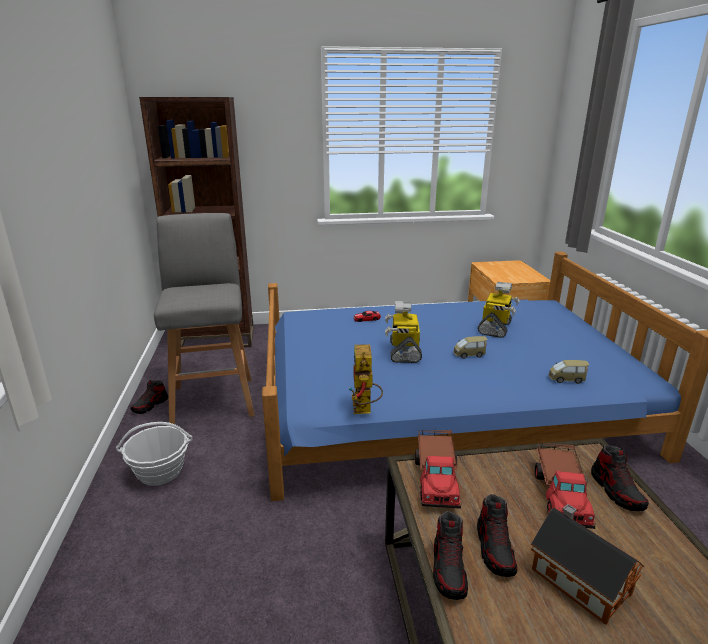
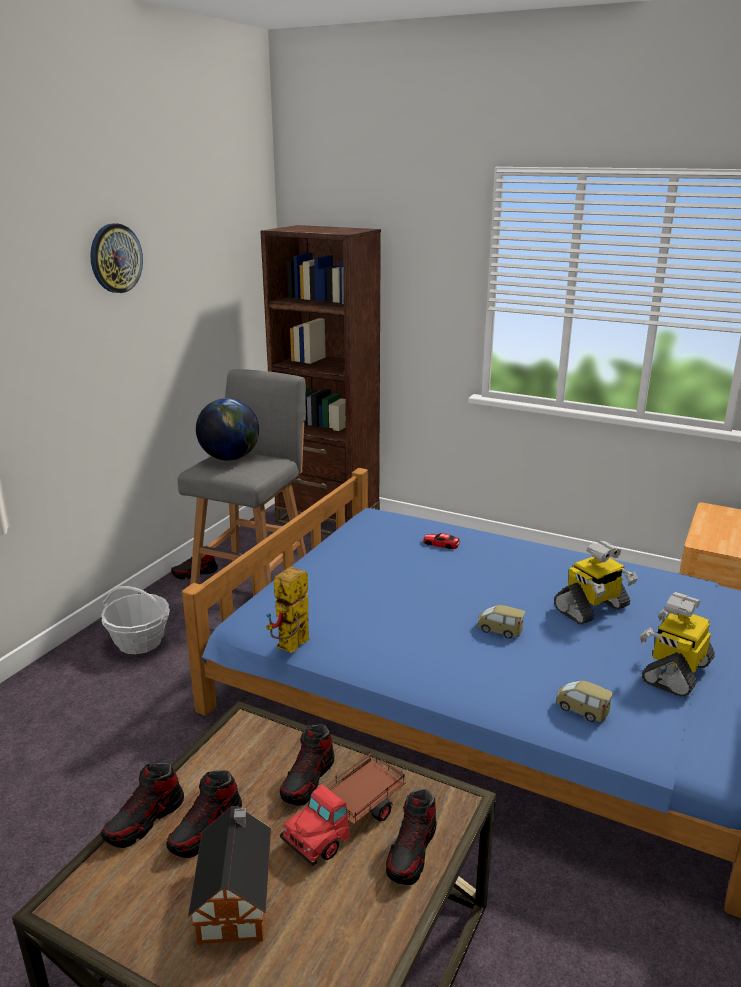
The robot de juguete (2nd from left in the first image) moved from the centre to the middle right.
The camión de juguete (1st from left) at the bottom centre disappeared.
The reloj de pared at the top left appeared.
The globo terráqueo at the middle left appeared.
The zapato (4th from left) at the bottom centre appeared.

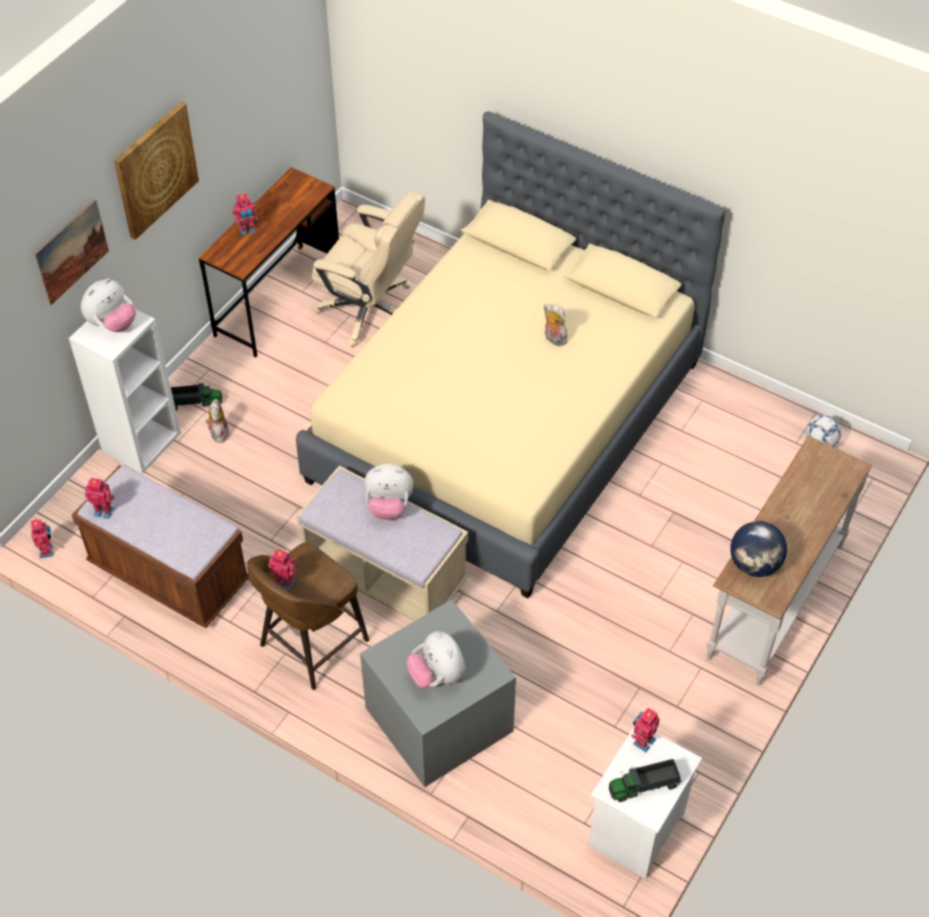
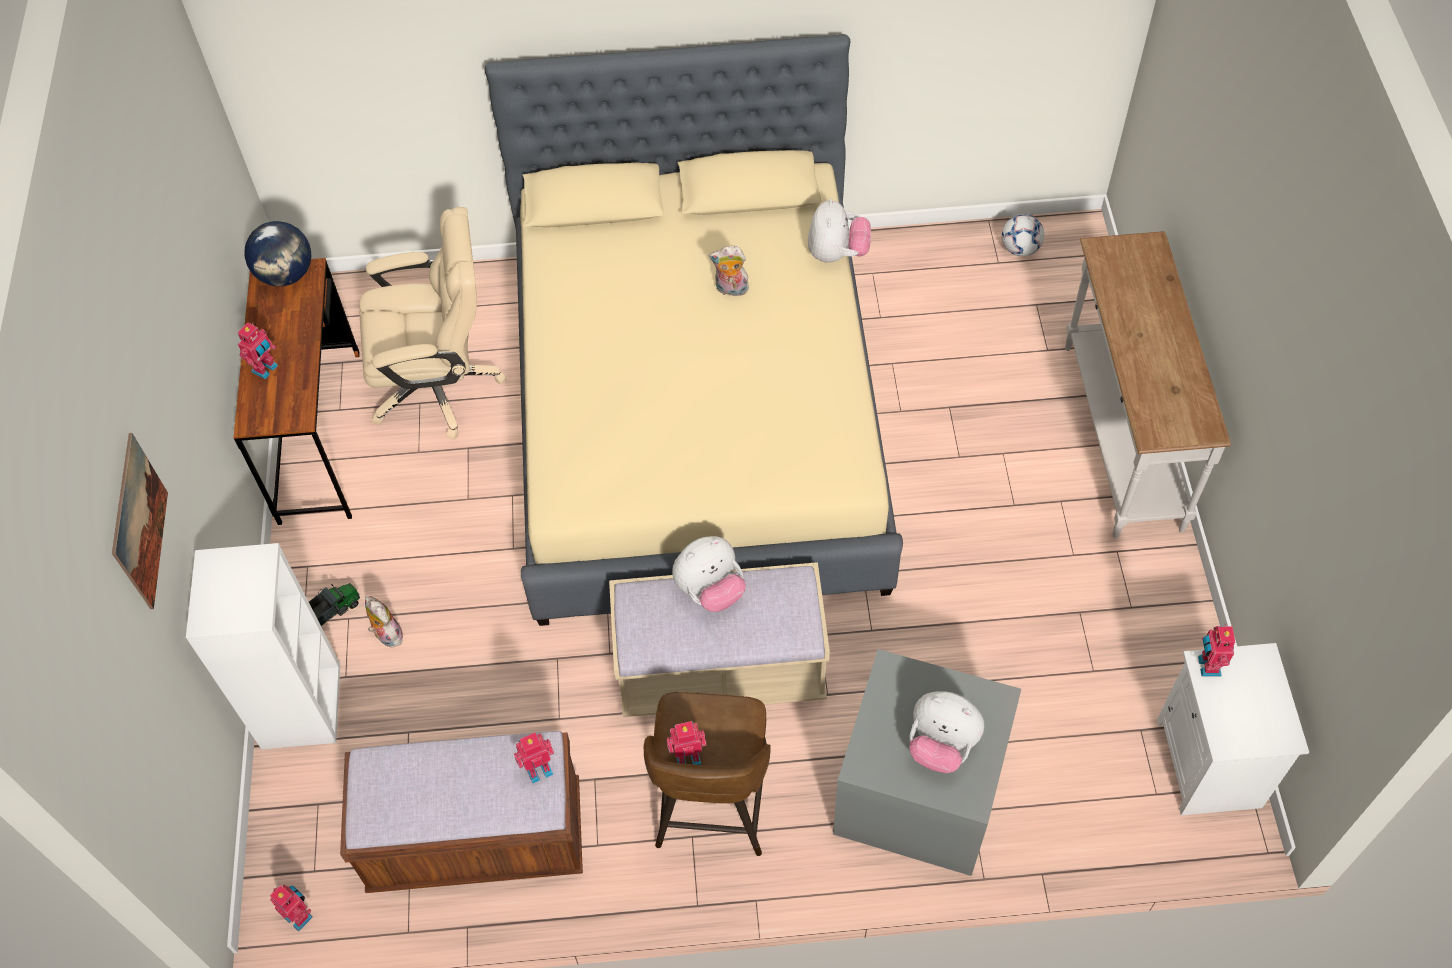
The cuadro (2nd from left) at the top left disappeared.
The peluche (1st from left in the first image) moved from the top left to the top centre.
The robot de juguete (2nd from left in the first image) moved from the middle left to the bottom centre.
The globo terráqueo moved from the middle right to the top left.
The camión de juguete (2nd from left) at the bottom right disappeared.

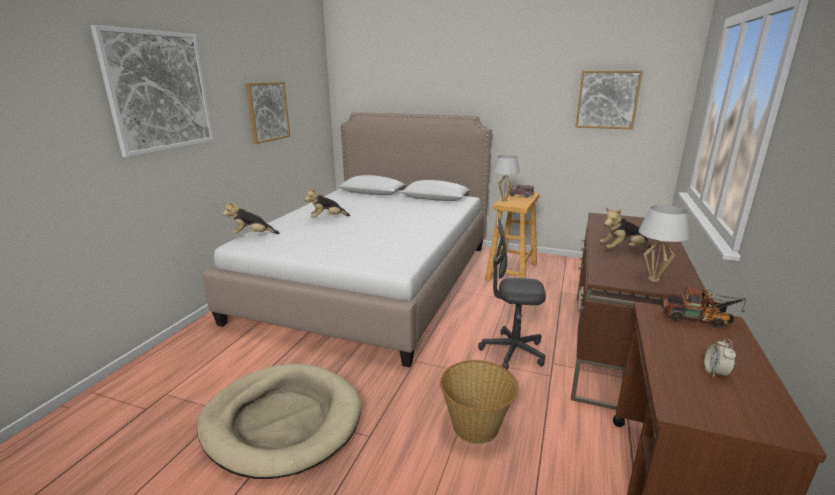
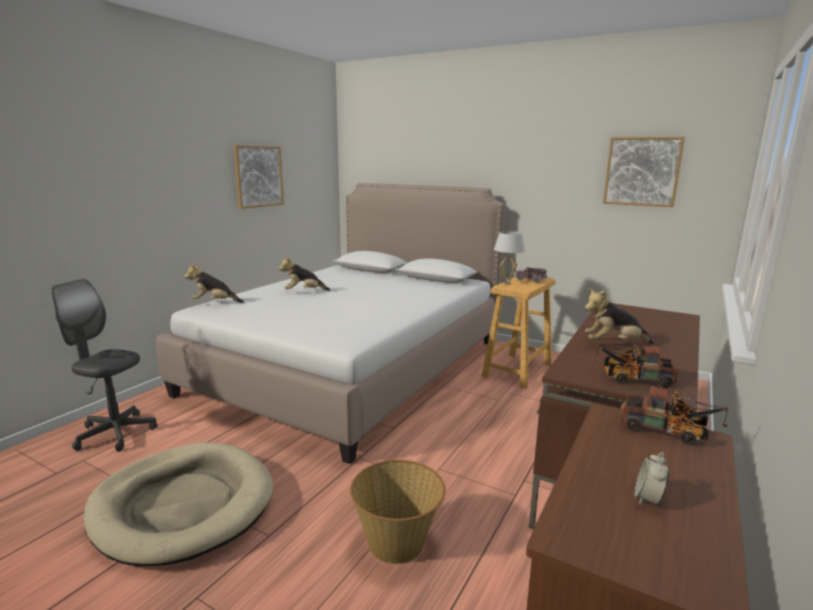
The cuadro (1st from left) at the top left disappeared.
The lámpara de mesa (blanco) (2nd from left) at the middle right was replaced by the camión de juguete (2nd from left) at the middle right.
The silla de oficina (gris) moved from the centre to the middle left.

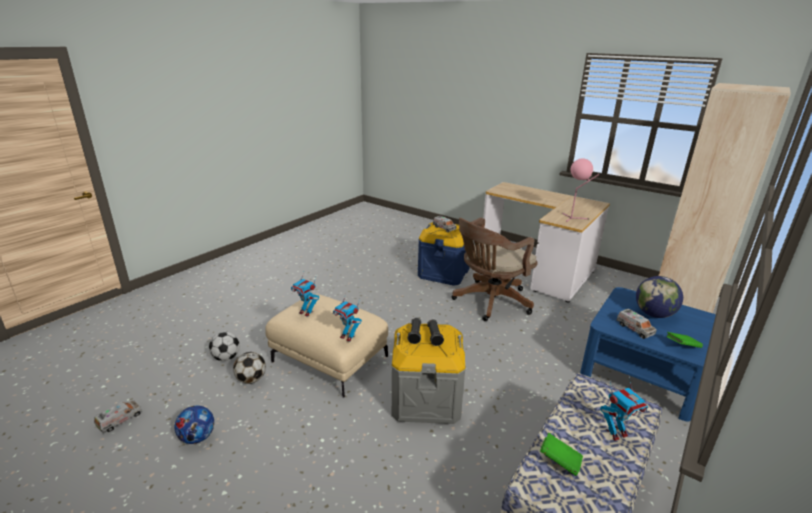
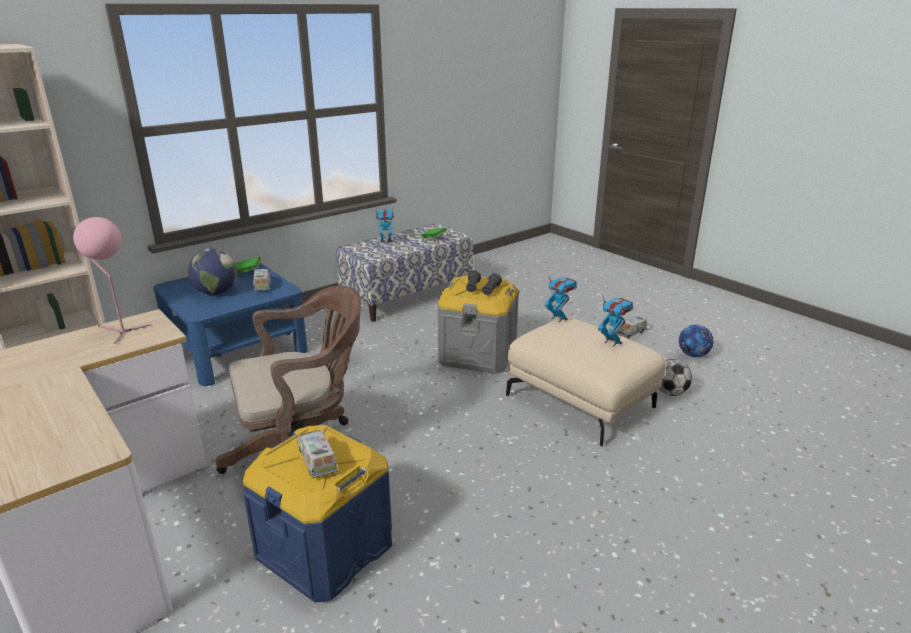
The balón de fútbol (2nd from left) at the bottom left disappeared.
The camión de juguete (1st from left in the first image) moved from the bottom left to the middle right.

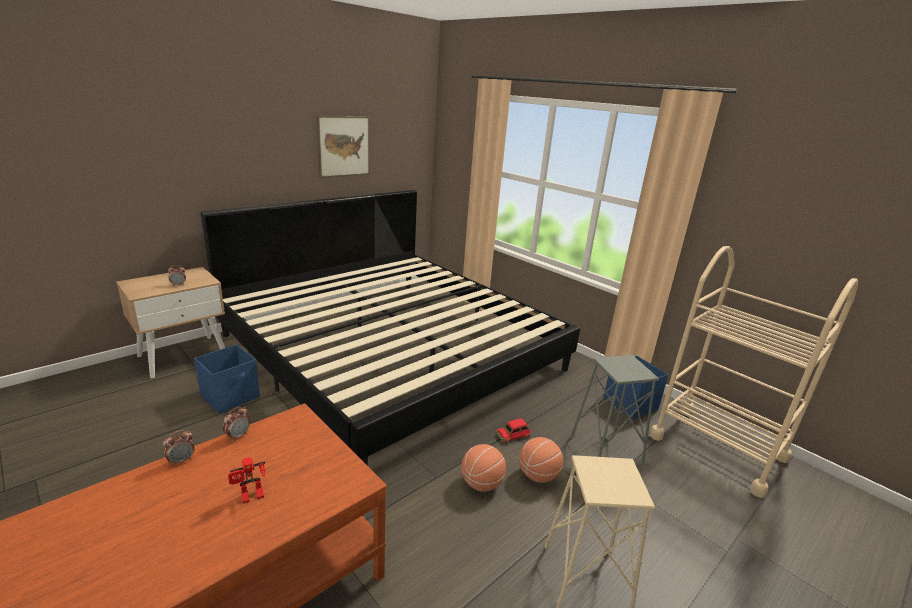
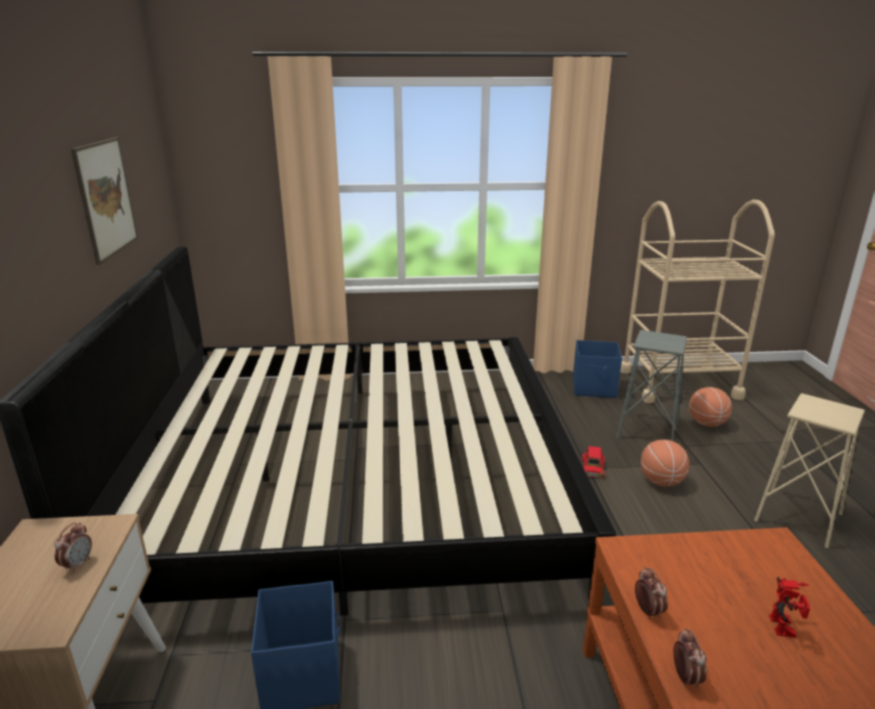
The balón de baloncesto (1st from left in the first image) moved from the bottom centre to the middle right.

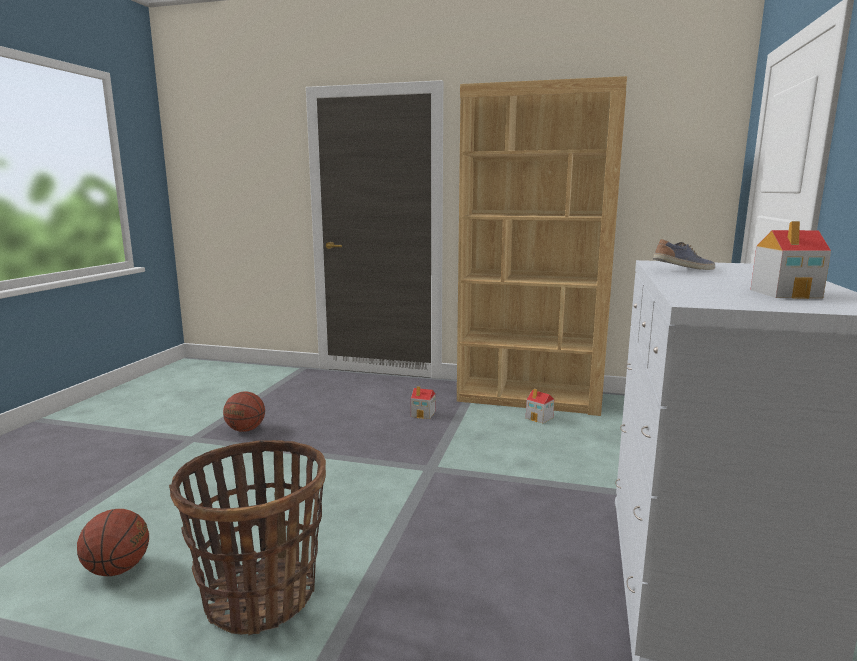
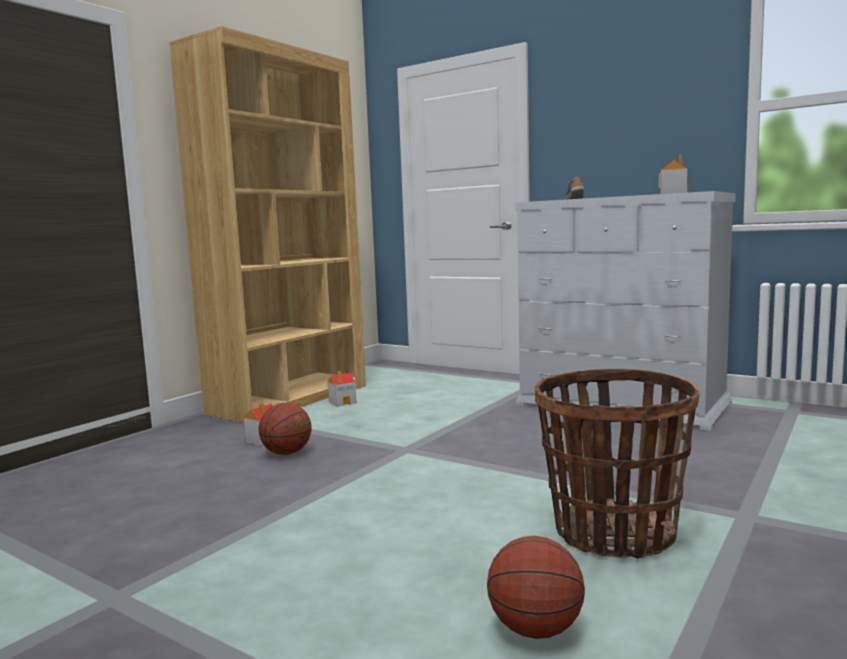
The balón de baloncesto (2nd from left in the first image) moved from the middle left to the centre.

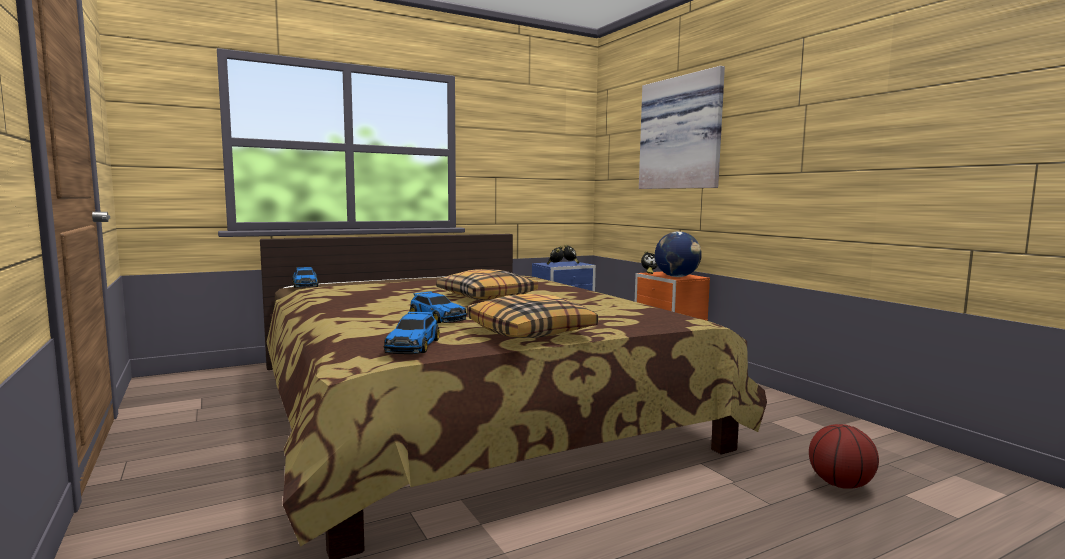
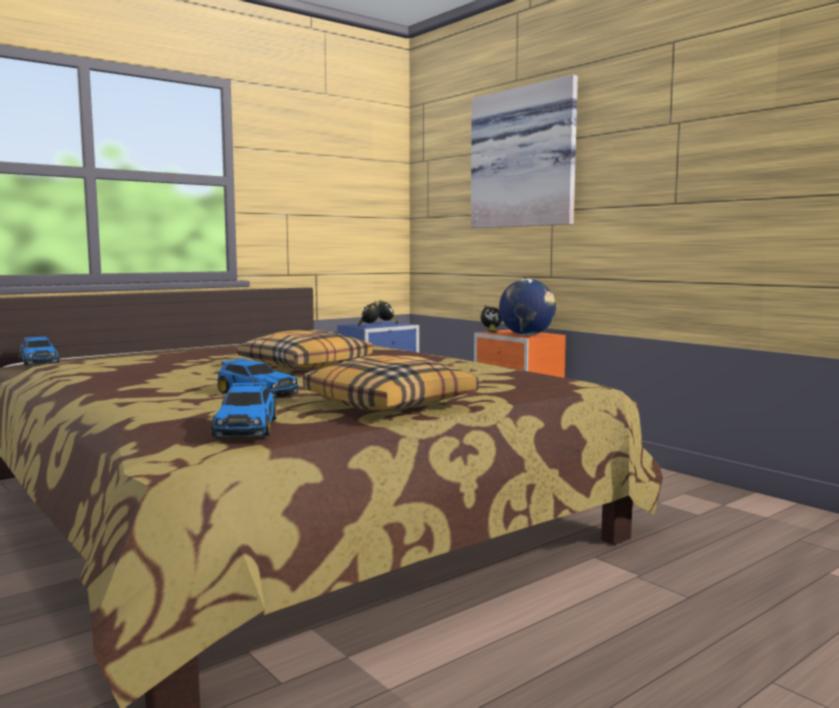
The balón de baloncesto at the bottom right disappeared.

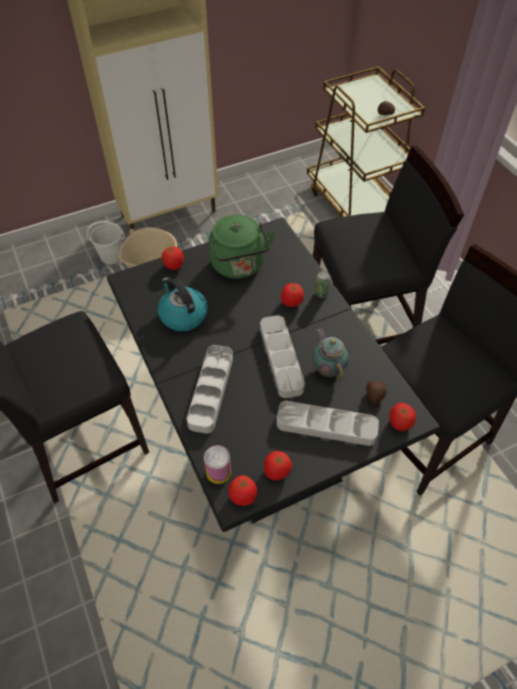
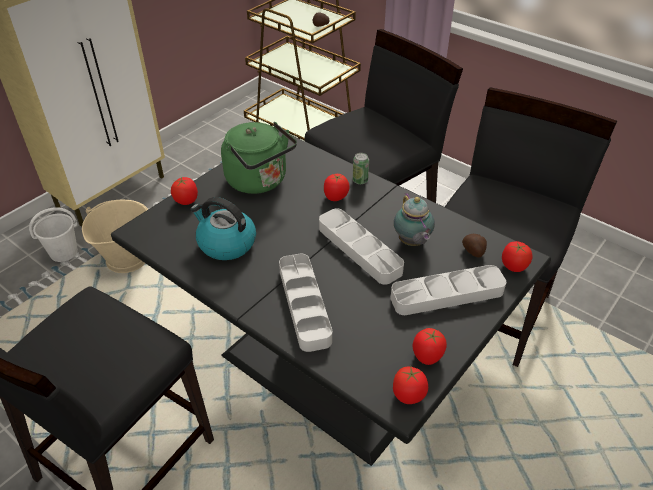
The tetera at the centre turned 150 degrees counterclockwise.
The lata (1st from left) at the bottom centre disappeared.

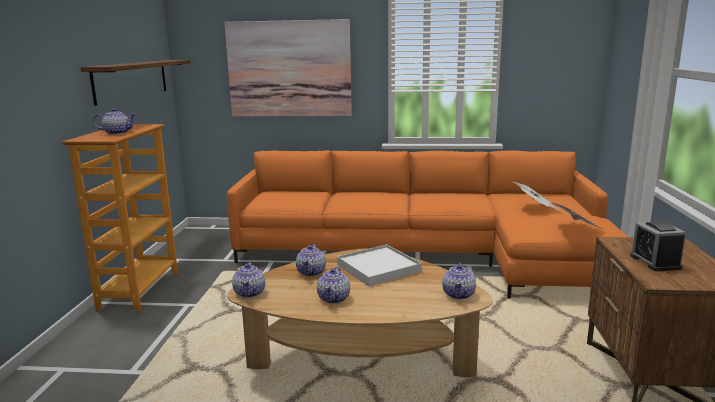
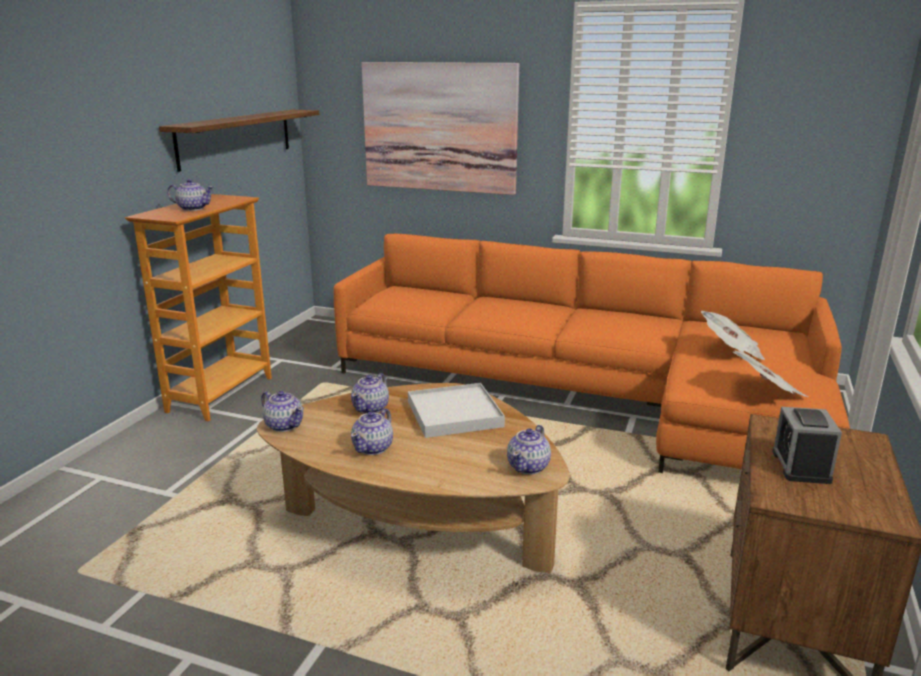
The tetera (2nd from left) at the bottom centre turned 60 degrees counterclockwise.

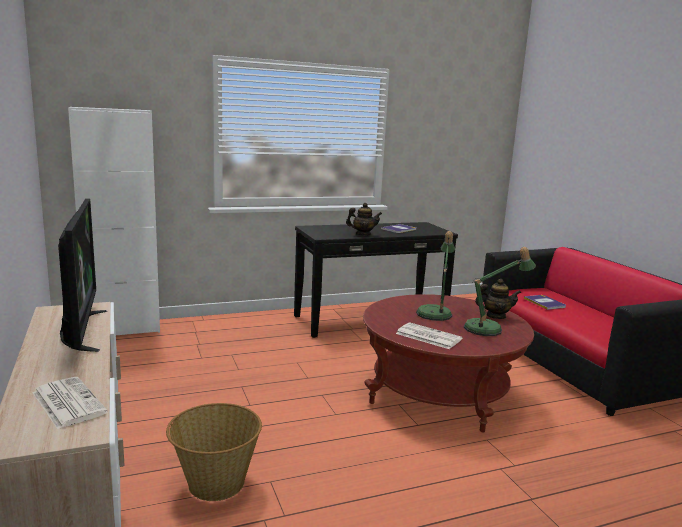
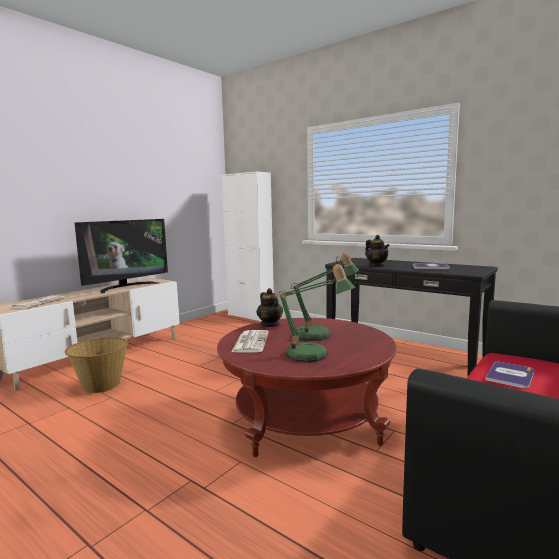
The tetera (2nd from left in the first image) moved from the middle right to the centre.

